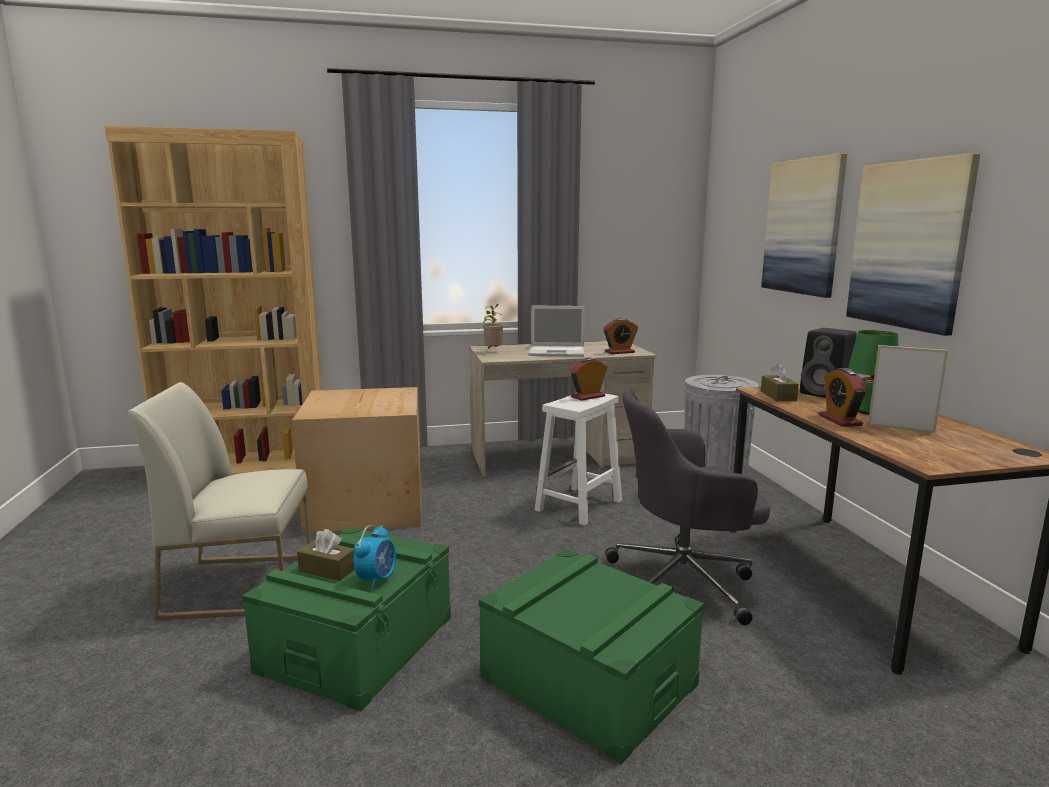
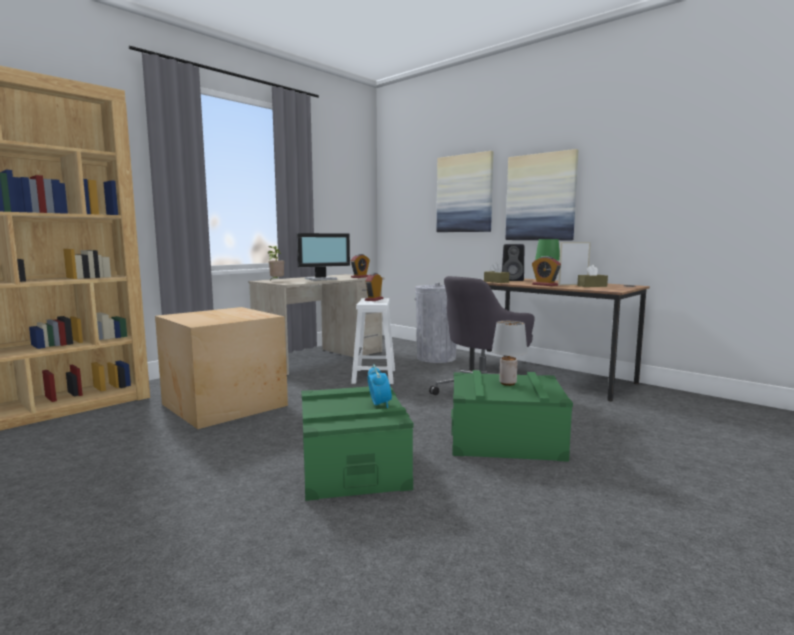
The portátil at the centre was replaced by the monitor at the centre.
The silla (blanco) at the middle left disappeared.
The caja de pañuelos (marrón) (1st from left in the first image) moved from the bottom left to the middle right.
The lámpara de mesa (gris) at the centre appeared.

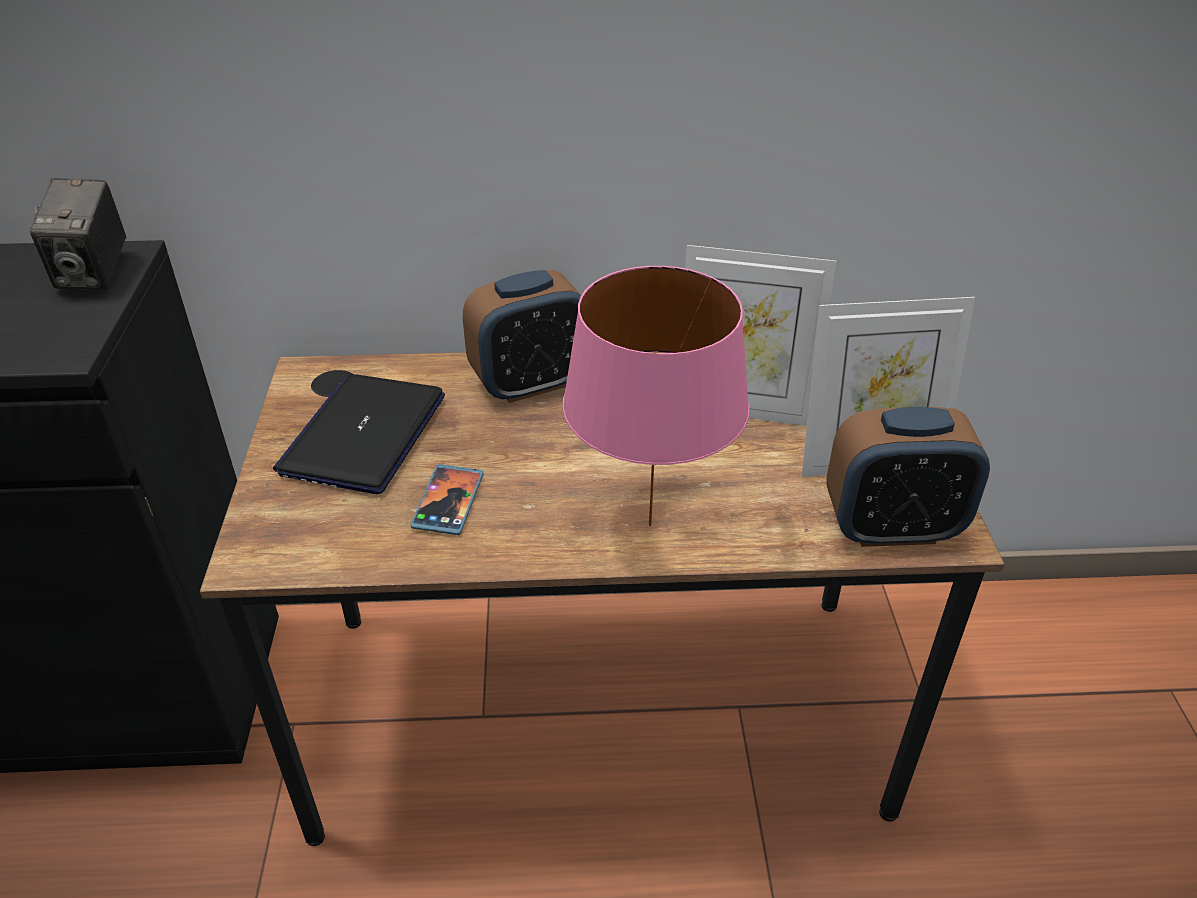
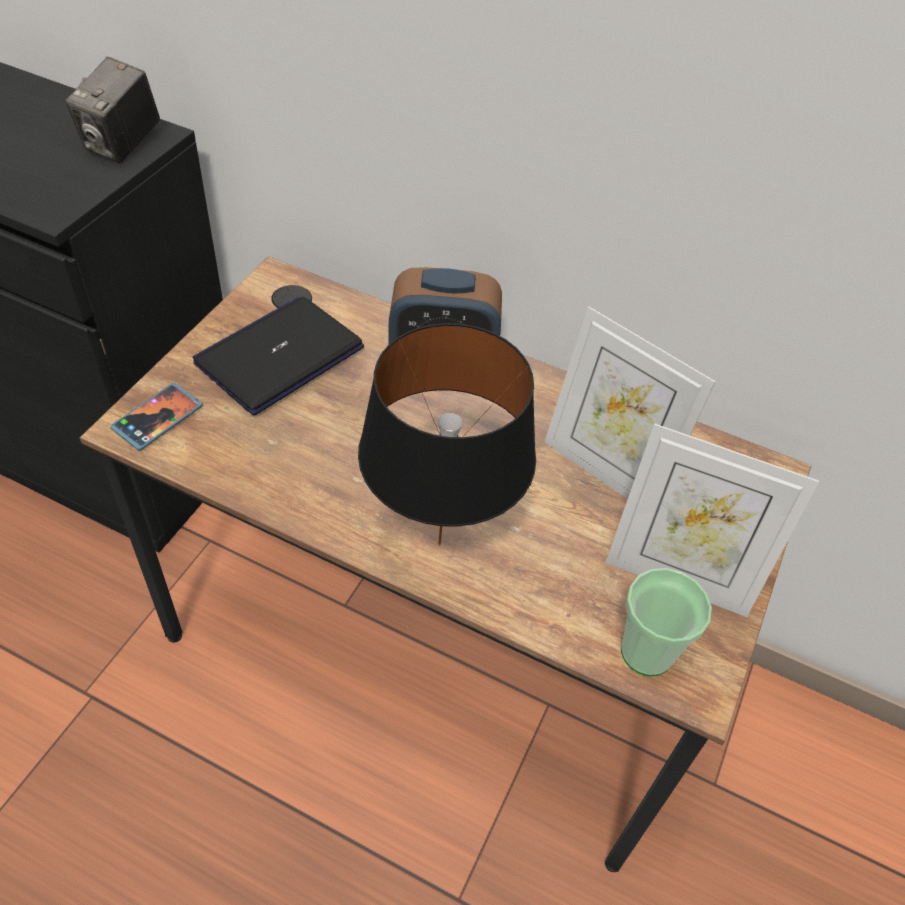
The lámpara de mesa (rosa) at the centre became the lámpara de mesa (negro) at the centre.
The despertador (2nd from left) at the middle right was replaced by the taza at the bottom right.
The móvil moved from the centre to the middle left.

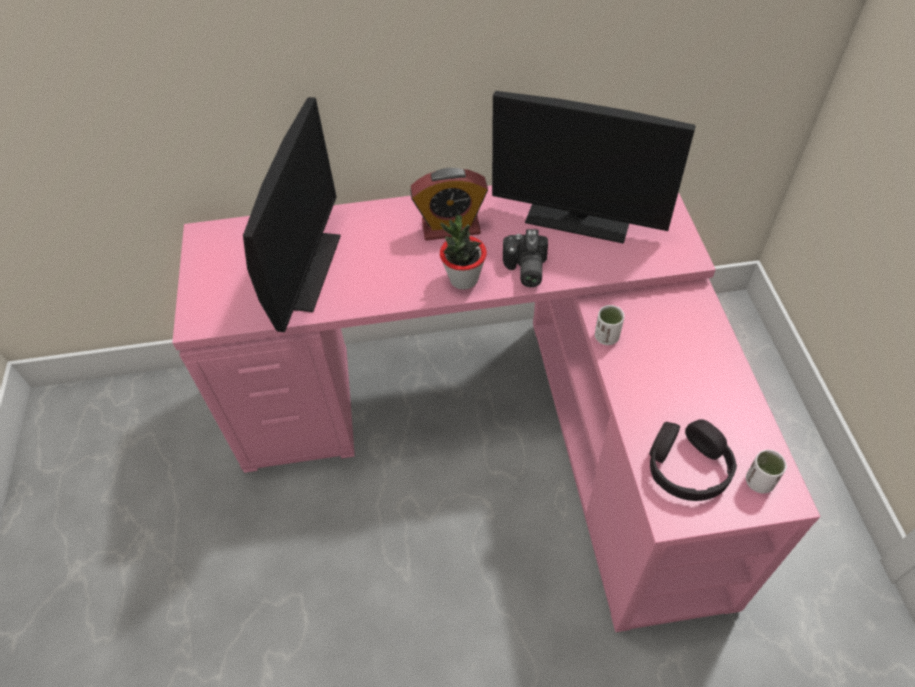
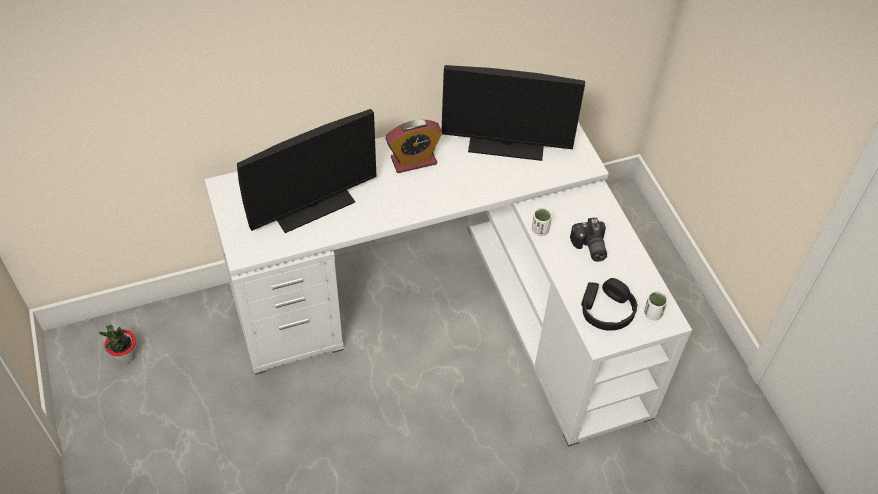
The monitor (1st from left) at the top left turned 60 degrees clockwise.
The escritorio (rosa) at the centre became the escritorio (blanco) at the centre.
The planta en maceta moved from the centre to the bottom left.
The cámara moved from the centre to the middle right.

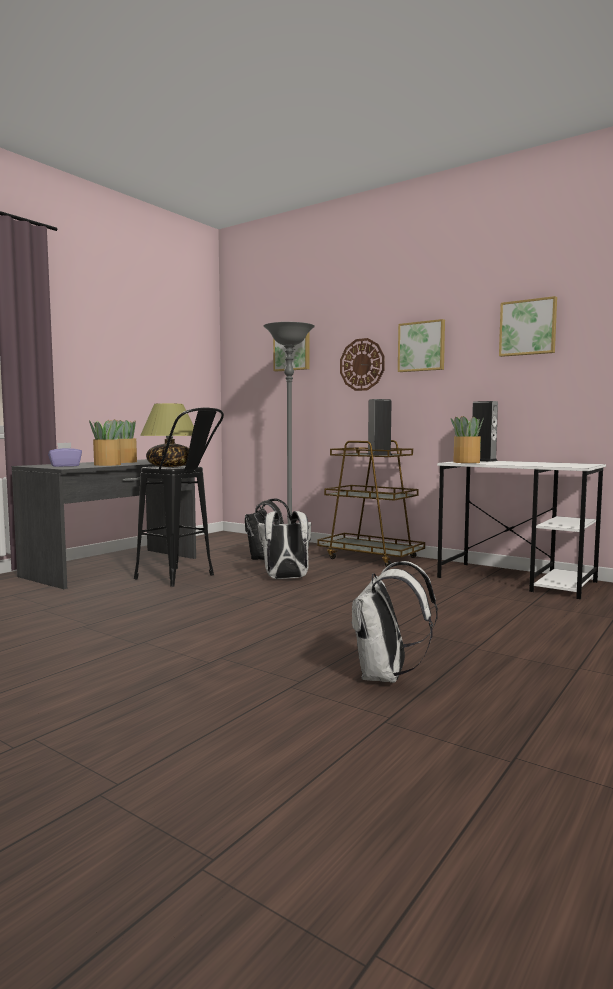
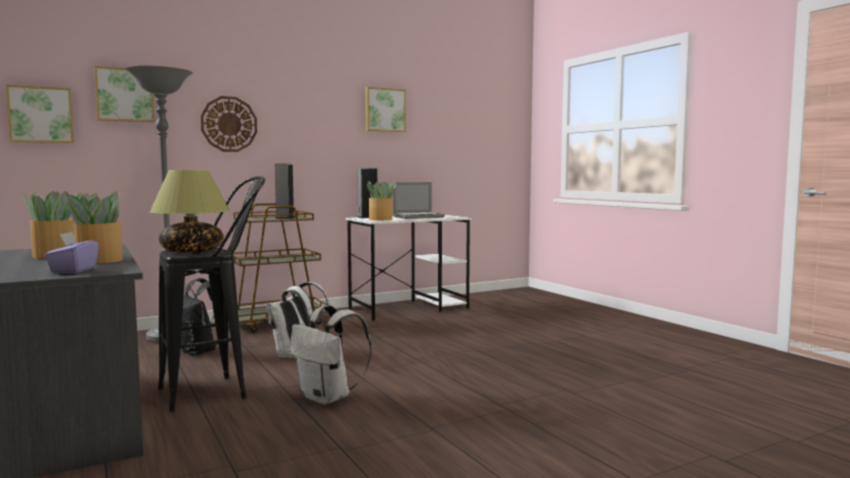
The cuadro (2nd from left in the first image) moved from the middle right to the top left.
The mochila (blanco) (2nd from left) moved from the centre to the bottom centre.
The portátil at the centre appeared.

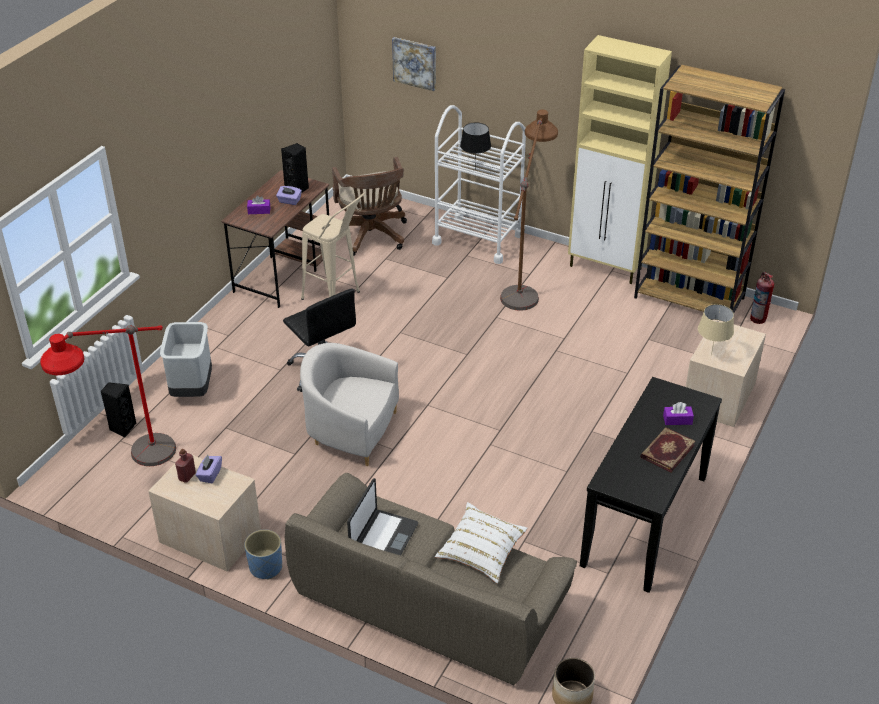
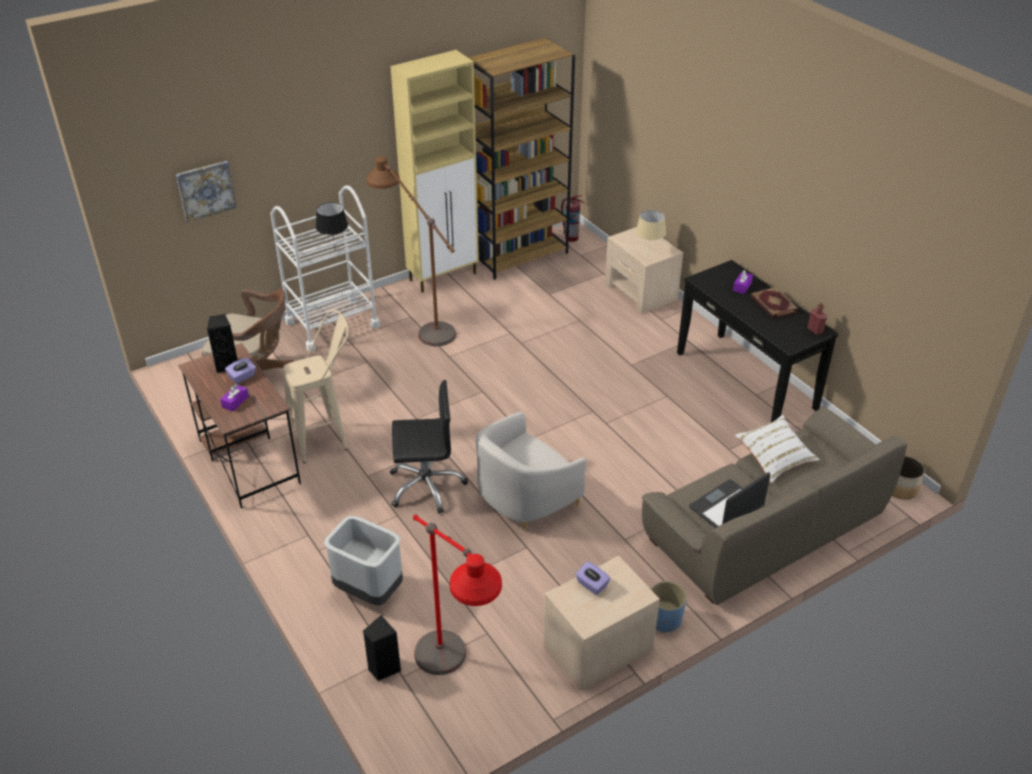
The botella (rojo) moved from the middle left to the middle right.
The portátil at the bottom centre turned 90 degrees counterclockwise.

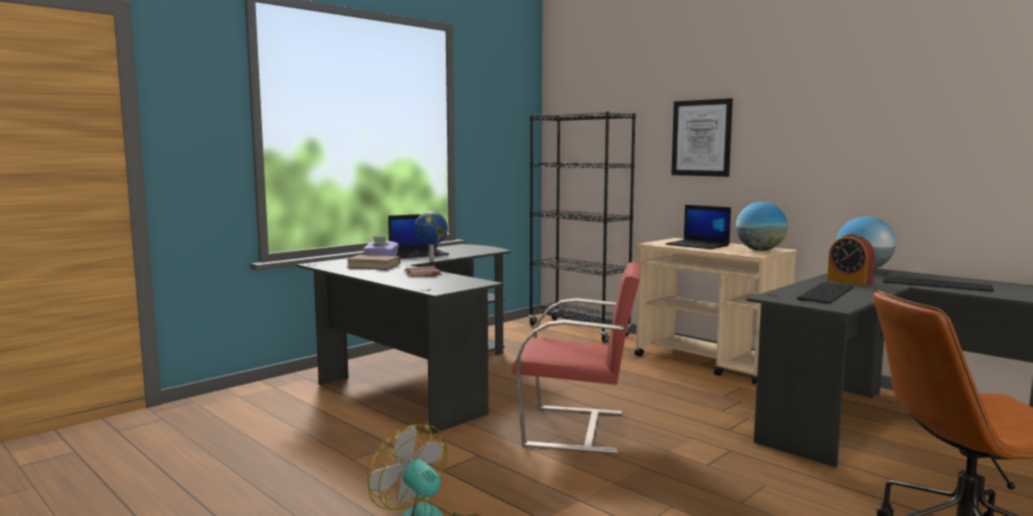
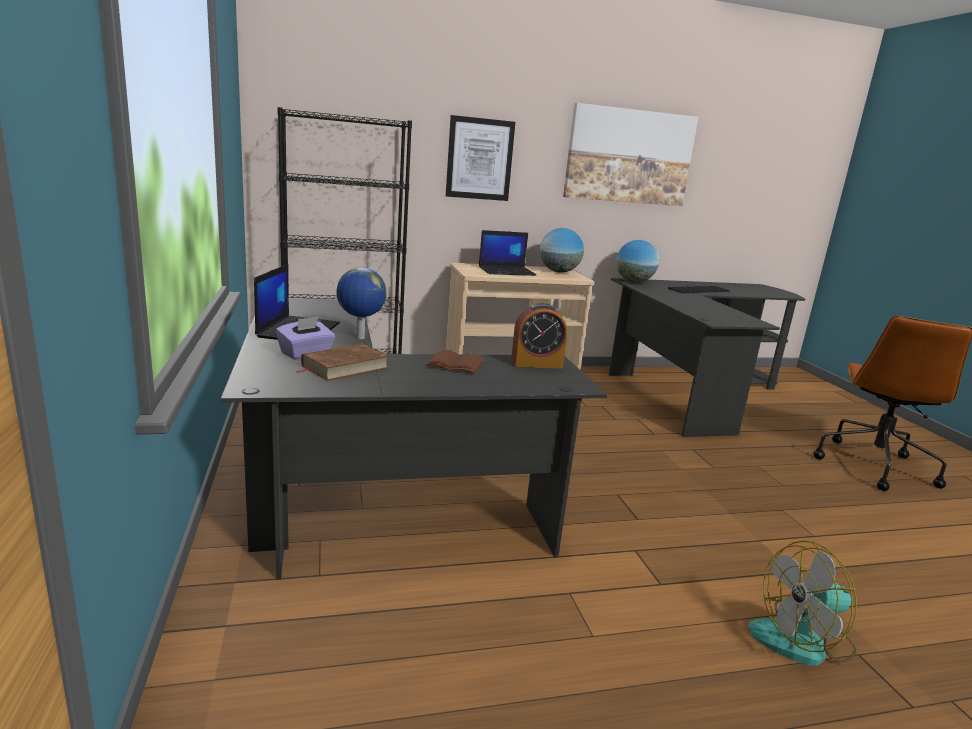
The despertador moved from the middle right to the centre.
The silla (rojo) at the bottom centre disappeared.
The teclado (1st from left) at the middle right disappeared.
The cuadro (2nd from left) at the top centre appeared.

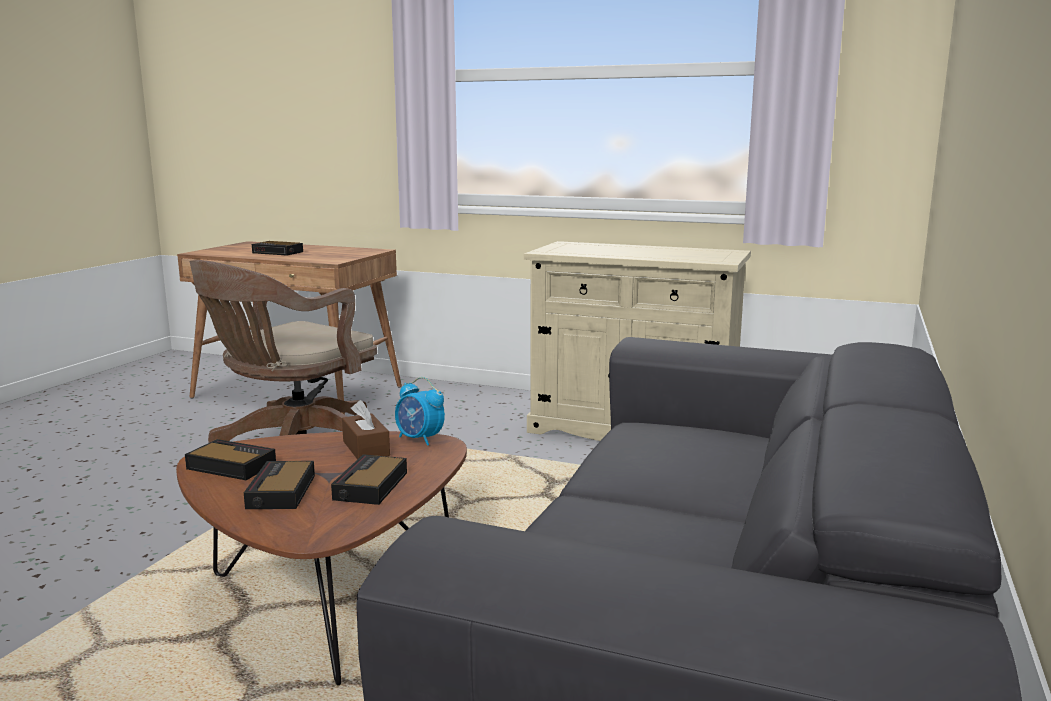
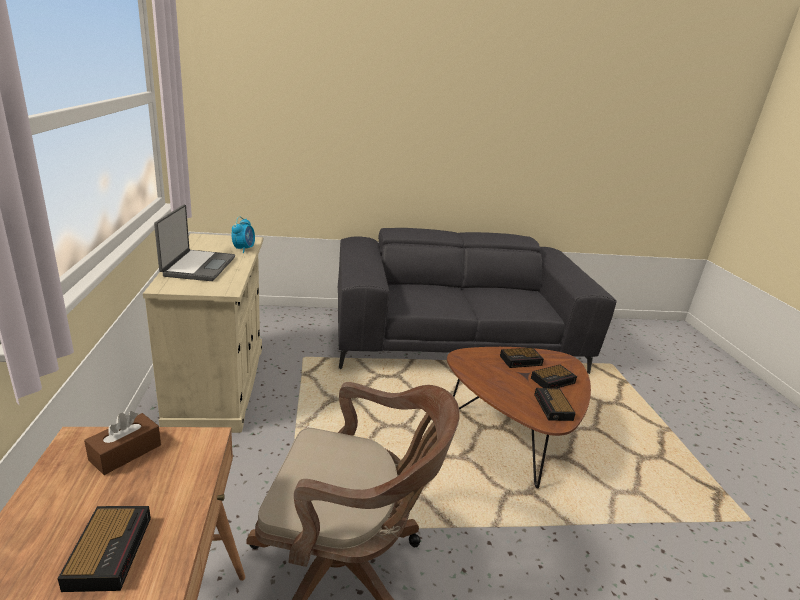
The despertador (5th from left in the first image) moved from the centre to the middle left.
The caja de pañuelos (marrón) moved from the centre to the bottom left.
The portátil at the middle left appeared.

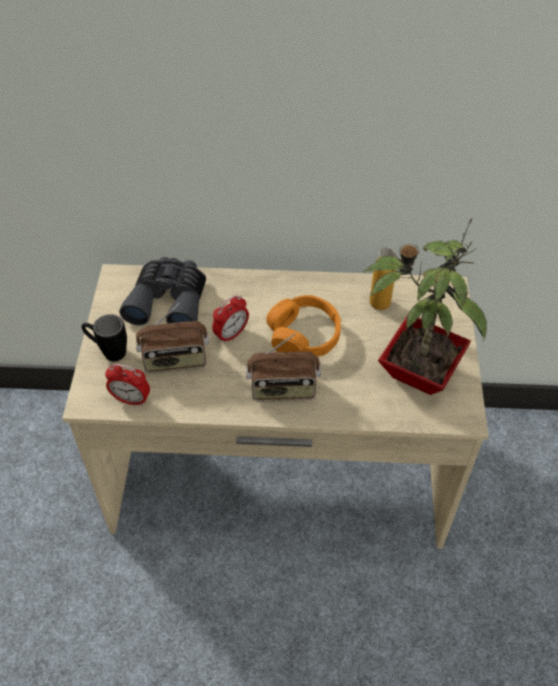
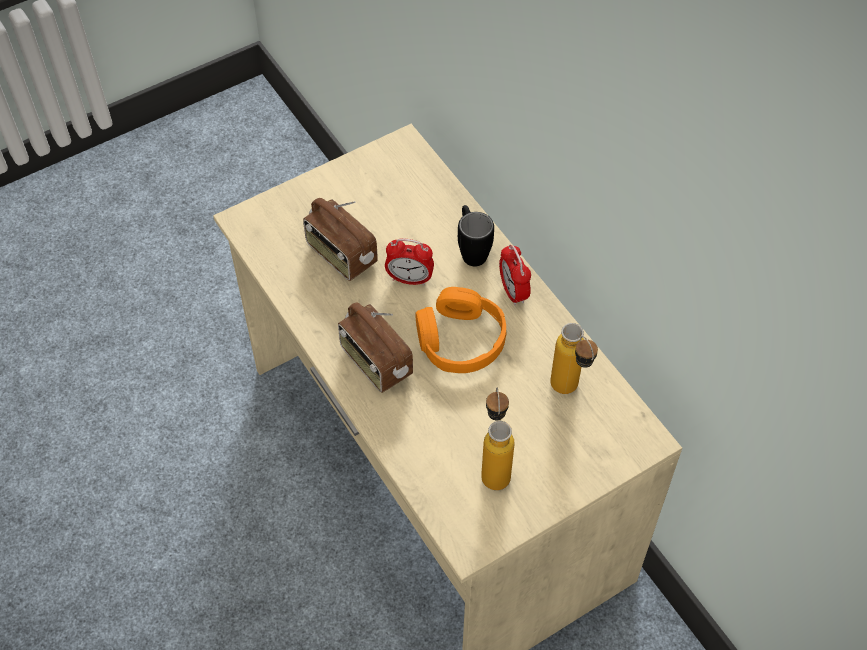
The planta en maceta at the middle right was replaced by the botella (1st from left) at the bottom centre.
The prismáticos (gris) at the middle left disappeared.
The taza grande (negro) moved from the middle left to the centre.
The despertador (1st from left in the first image) moved from the middle left to the centre.

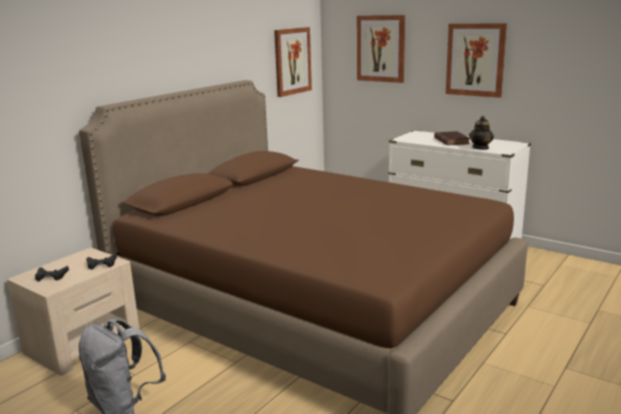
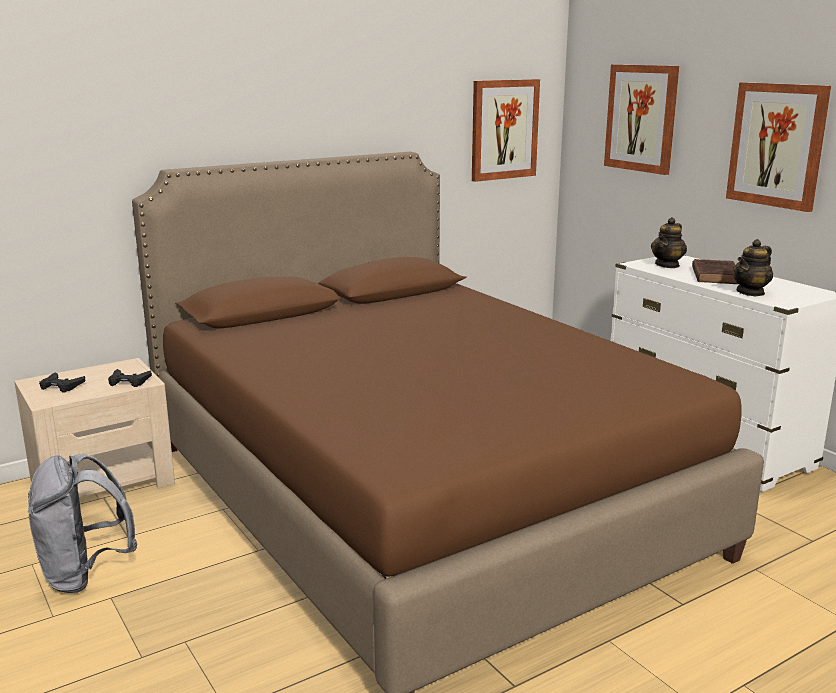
The tetera (1st from left) at the middle right appeared.

